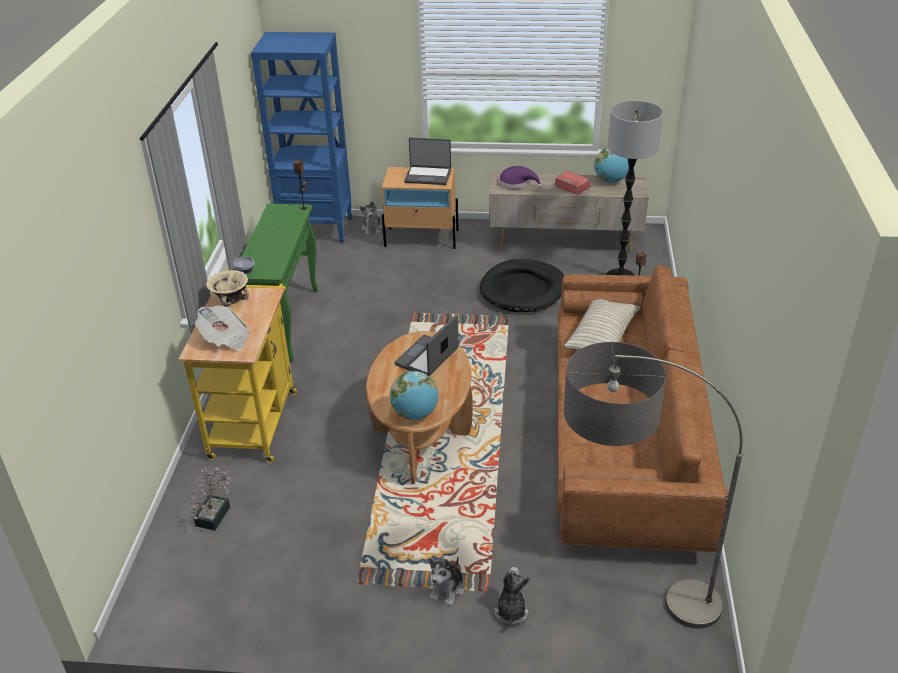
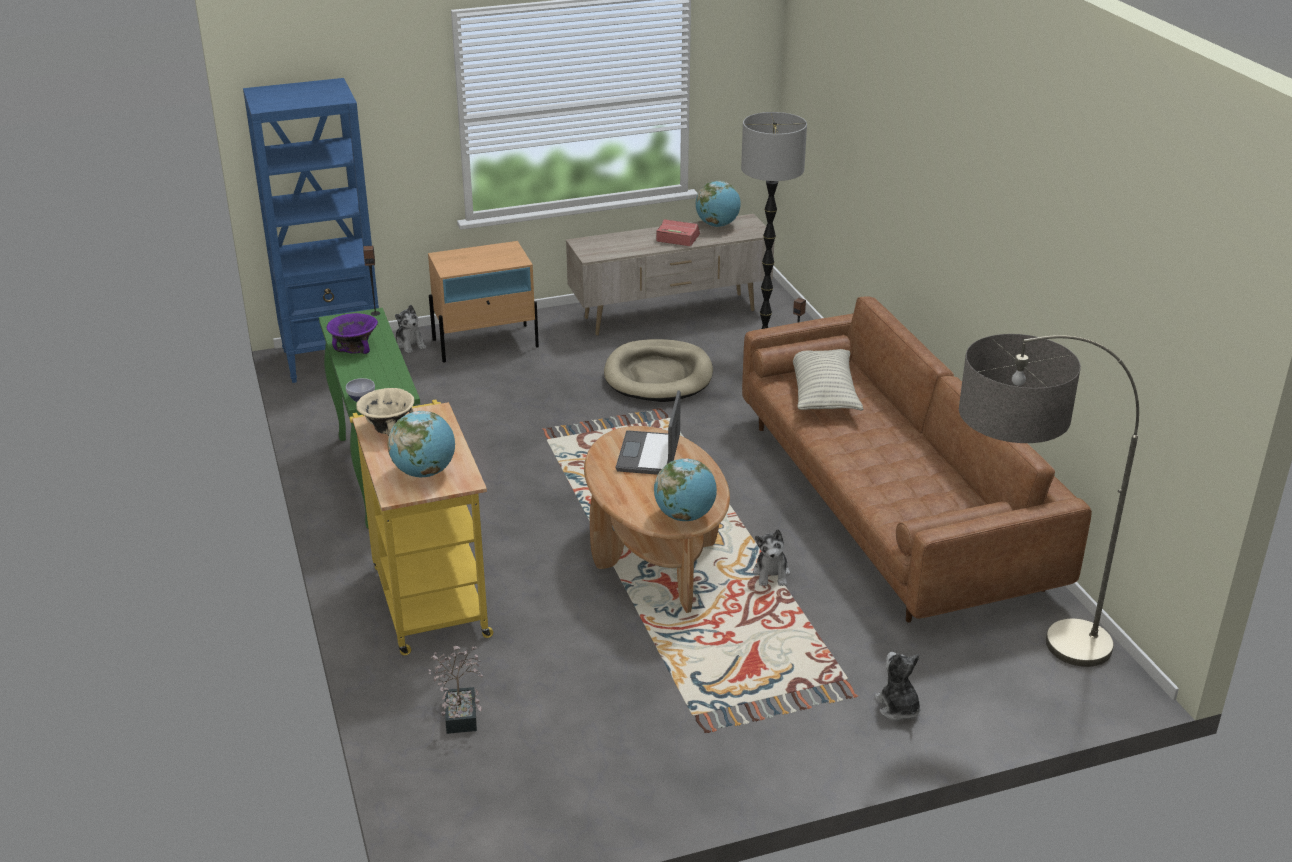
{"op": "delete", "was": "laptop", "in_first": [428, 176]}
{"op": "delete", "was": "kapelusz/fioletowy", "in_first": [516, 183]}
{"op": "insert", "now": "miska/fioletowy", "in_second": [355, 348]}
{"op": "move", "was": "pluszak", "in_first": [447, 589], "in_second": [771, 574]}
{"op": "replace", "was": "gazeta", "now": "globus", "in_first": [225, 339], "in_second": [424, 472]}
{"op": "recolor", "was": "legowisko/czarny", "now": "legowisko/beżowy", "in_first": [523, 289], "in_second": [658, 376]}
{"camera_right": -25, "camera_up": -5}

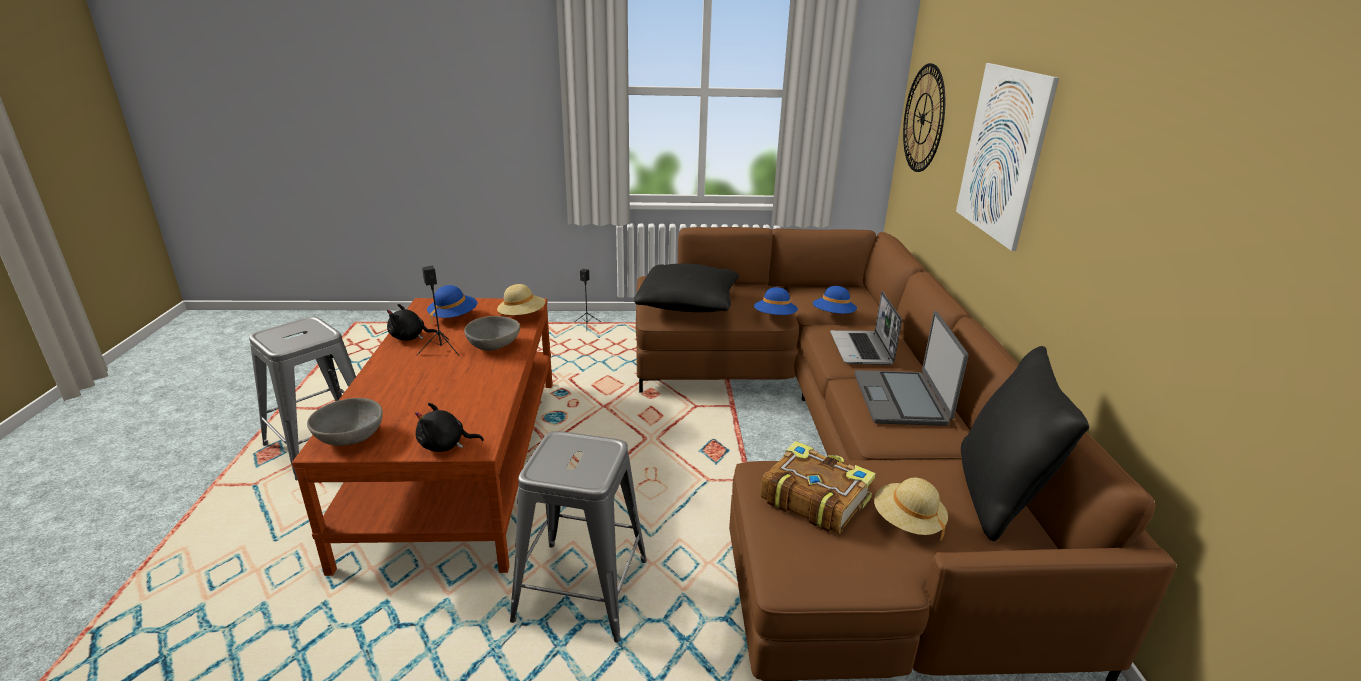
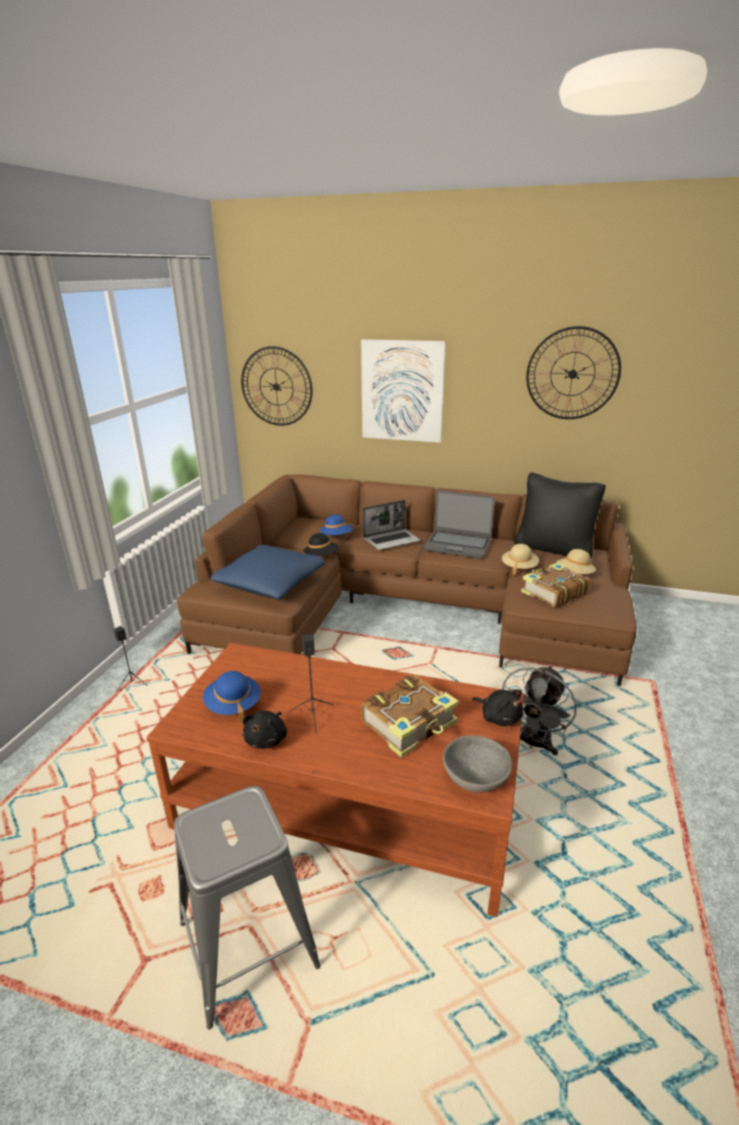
{"op": "delete", "was": "miska/szary", "in_first": [493, 346]}
{"op": "insert", "now": "książka", "in_second": [410, 723]}
{"op": "insert", "now": "zegar ścienny", "in_second": [572, 374]}
{"op": "move", "was": "kapelusz/beżowy", "in_first": [522, 316], "in_second": [519, 567]}
{"op": "replace", "was": "stołek/szary", "now": "wentylator/szary", "in_first": [581, 590], "in_second": [532, 743]}
{"op": "recolor", "was": "poduszka/czarny", "now": "poduszka/niebieski", "in_first": [688, 304], "in_second": [271, 584]}
{"op": "recolor", "was": "kapelusz/niebieski", "now": "kapelusz/czarny", "in_first": [774, 317], "in_second": [321, 557]}
{"op": "rotate", "was": "pluszak/czarny", "in_first": [445, 445], "in_second": [499, 717], "clockwise": -60}
{"op": "rotate", "was": "laptop", "in_first": [862, 349], "in_second": [391, 540], "clockwise": -45}
{"camera_right": -70, "camera_up": 0}

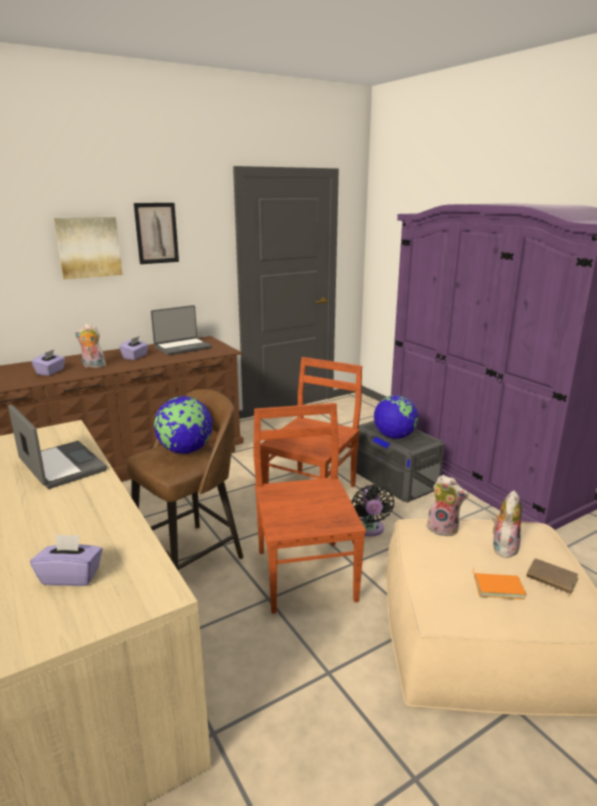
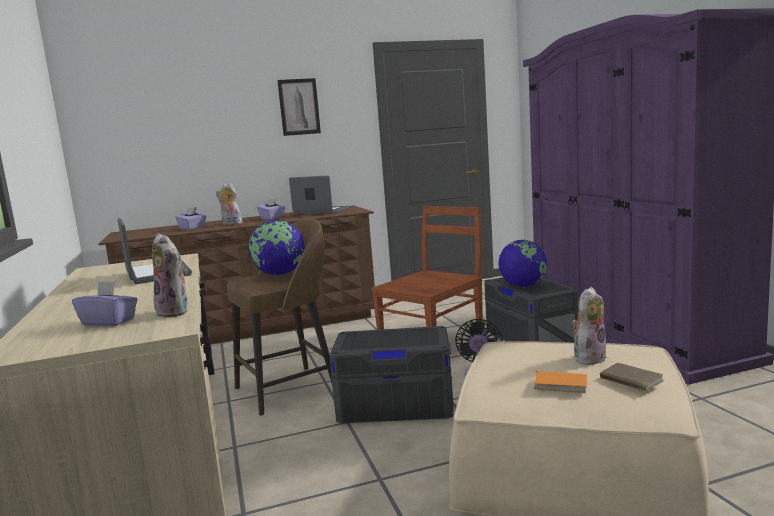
{"op": "delete", "was": "obraz", "in_first": [88, 247]}
{"op": "move", "was": "pluszak", "in_first": [444, 529], "in_second": [176, 312]}
{"op": "replace", "was": "krzesło/brązowy", "now": "pojemnik do przechowywania/szary", "in_first": [305, 572], "in_second": [395, 404]}
{"op": "rotate", "was": "laptop", "in_first": [182, 347], "in_second": [320, 212], "clockwise": -135}
{"camera_right": 15, "camera_up": -10}

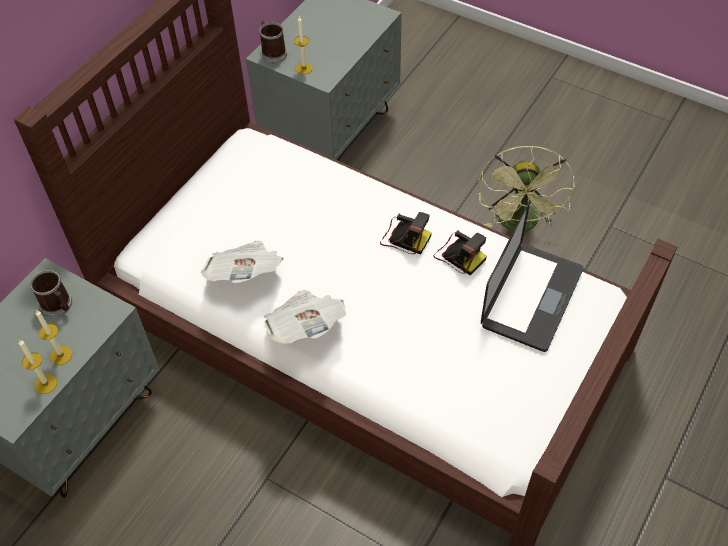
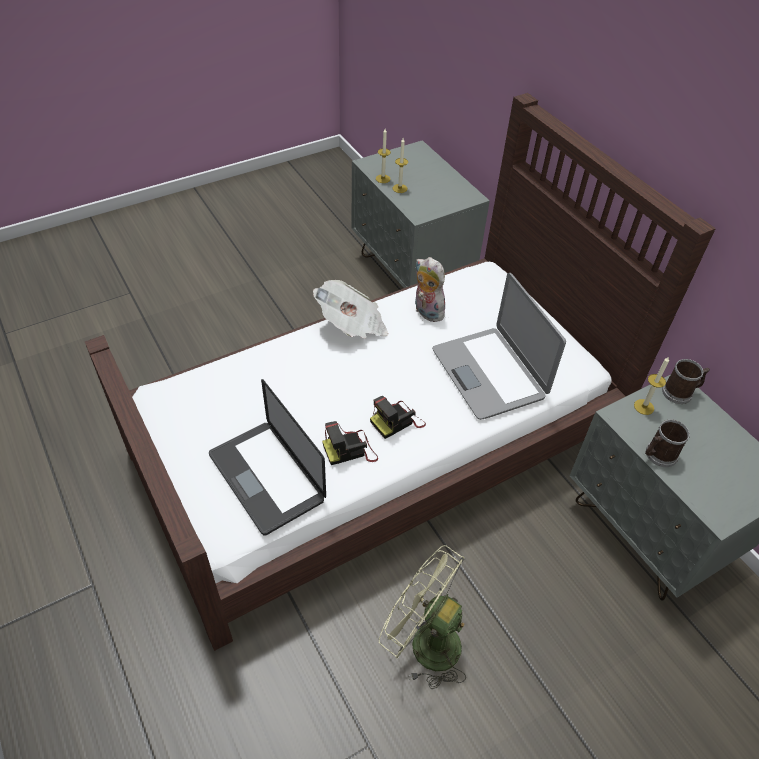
{"op": "insert", "now": "laptop", "in_second": [489, 373]}
{"op": "move", "was": "kubek", "in_first": [58, 306], "in_second": [658, 455]}
{"op": "replace", "was": "gazeta", "now": "pluszak", "in_first": [246, 274], "in_second": [426, 312]}
{"camera_right": 115, "camera_up": -5}

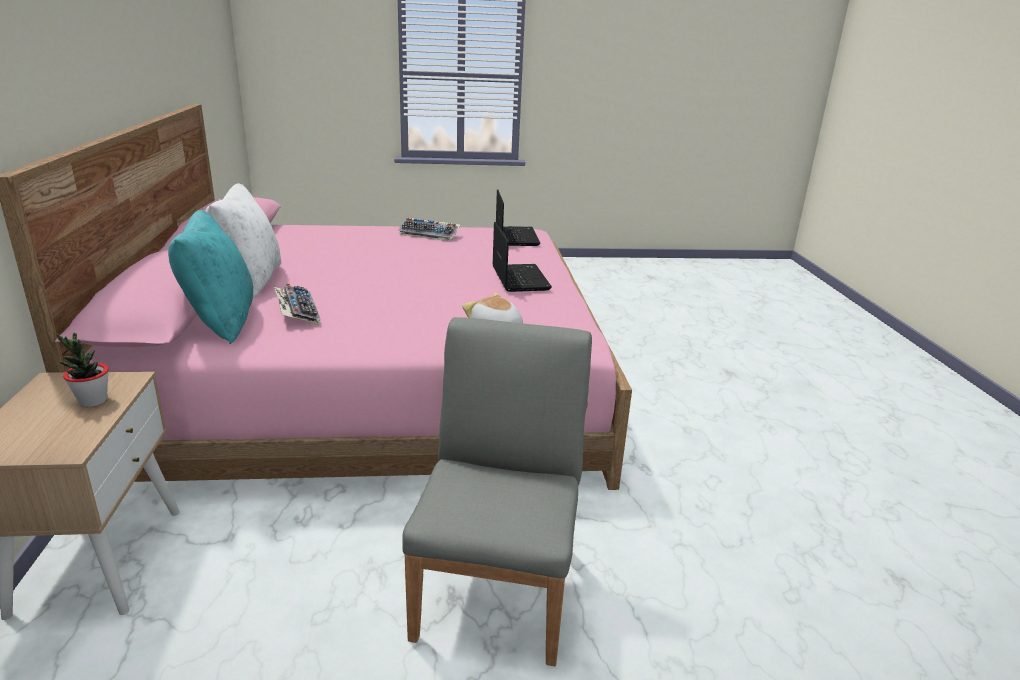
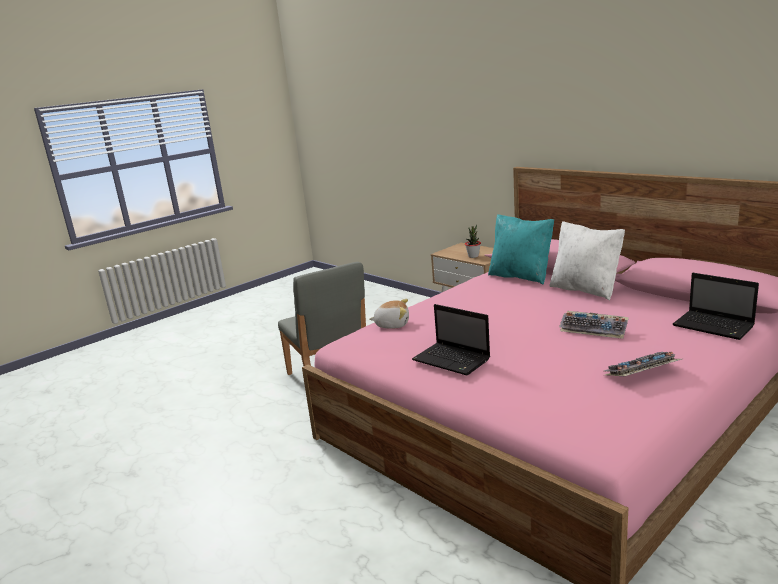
{"op": "move", "was": "klawiatura", "in_first": [296, 311], "in_second": [595, 329]}
{"op": "move", "was": "laptop", "in_first": [515, 237], "in_second": [715, 326]}
{"camera_right": 145, "camera_up": -5}

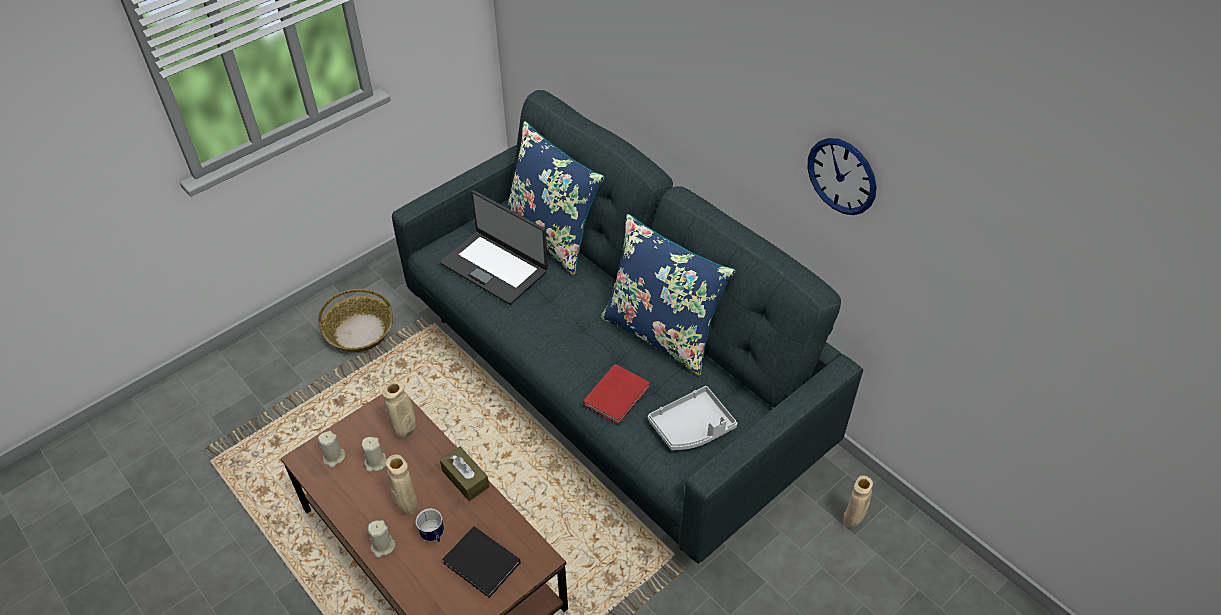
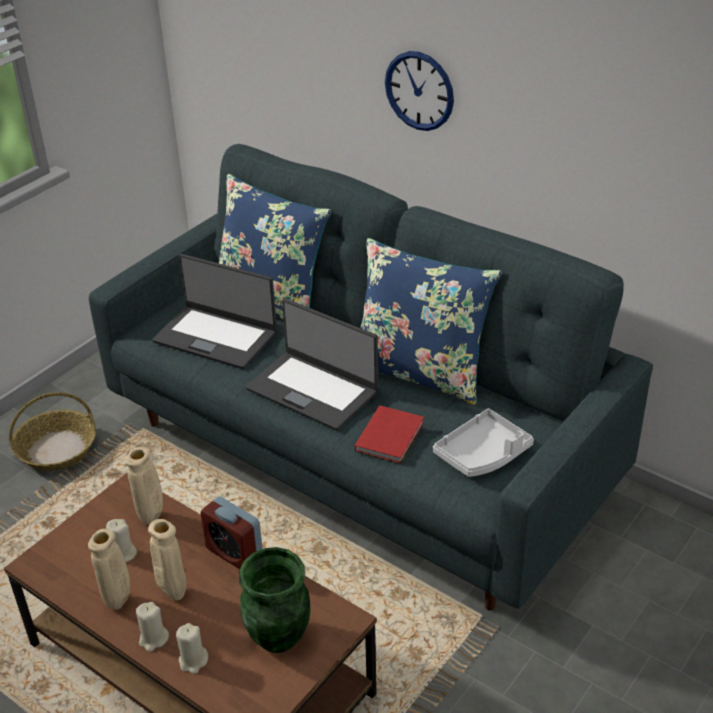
{"op": "delete", "was": "kubek", "in_first": [434, 536]}
{"op": "insert", "now": "laptop", "in_second": [313, 389]}
{"op": "move", "was": "świeca/beżowy", "in_first": [334, 457], "in_second": [193, 661]}
{"op": "move", "was": "zegar ścienny", "in_first": [842, 176], "in_second": [419, 91]}
{"op": "move", "was": "wazon/beżowy", "in_first": [852, 522], "in_second": [119, 603]}
{"op": "replace", "was": "pudełko chusteczek/brązowy", "now": "budzik", "in_first": [465, 479], "in_second": [234, 553]}
{"op": "replace", "was": "książka/czarny", "now": "wazon/zielony", "in_first": [482, 564], "in_second": [279, 637]}
{"camera_right": -10, "camera_up": -10}

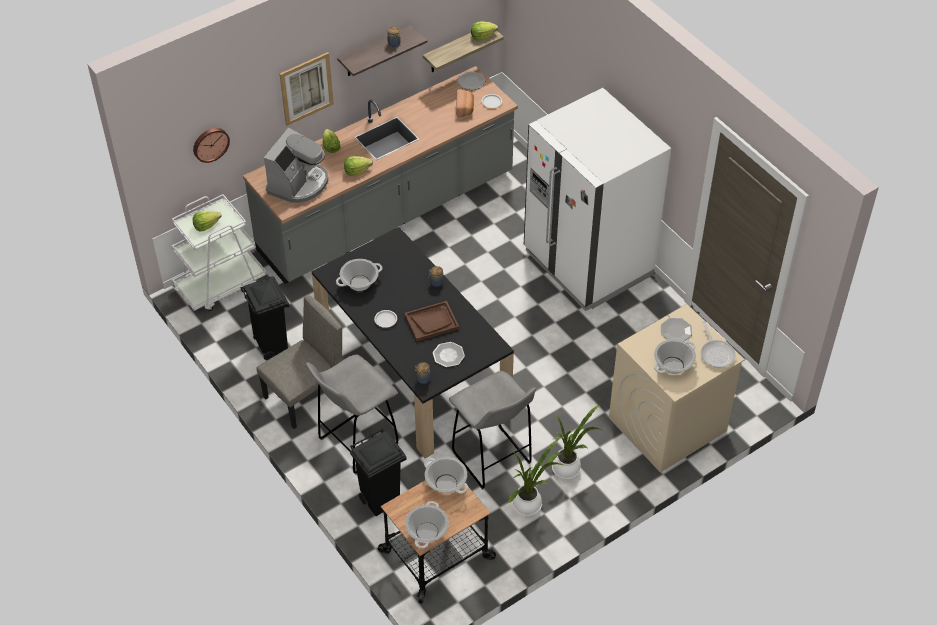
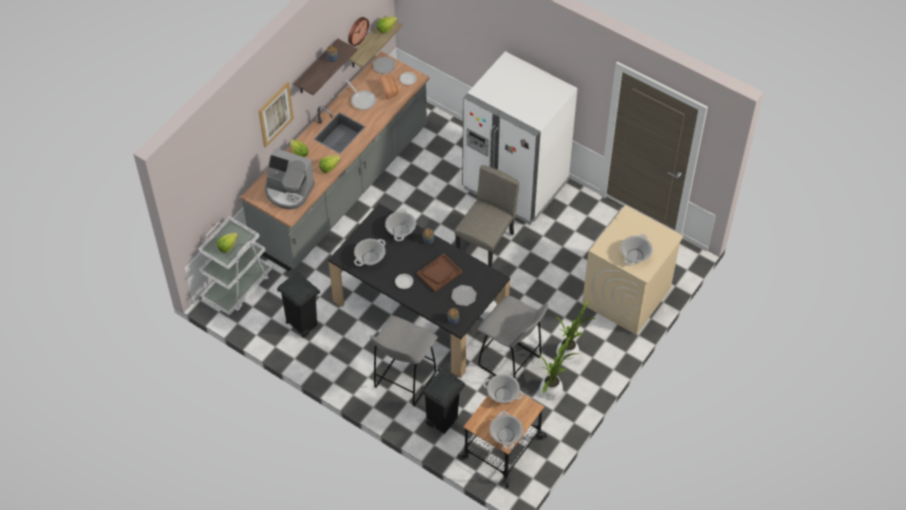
{"op": "delete", "was": "talerz", "in_first": [676, 331]}
{"op": "insert", "now": "garnek", "in_second": [401, 230]}
{"op": "move", "was": "zegar ścienny", "in_first": [210, 144], "in_second": [357, 30]}
{"op": "move", "was": "krzesło/beżowy", "in_first": [304, 397], "in_second": [485, 242]}
{"op": "move", "was": "patelnia", "in_first": [716, 353], "in_second": [362, 100]}
{"op": "rotate", "was": "ekspres do kawy", "in_first": [298, 183], "in_second": [288, 191], "clockwise": 105}
{"camera_right": -20, "camera_up": 5}

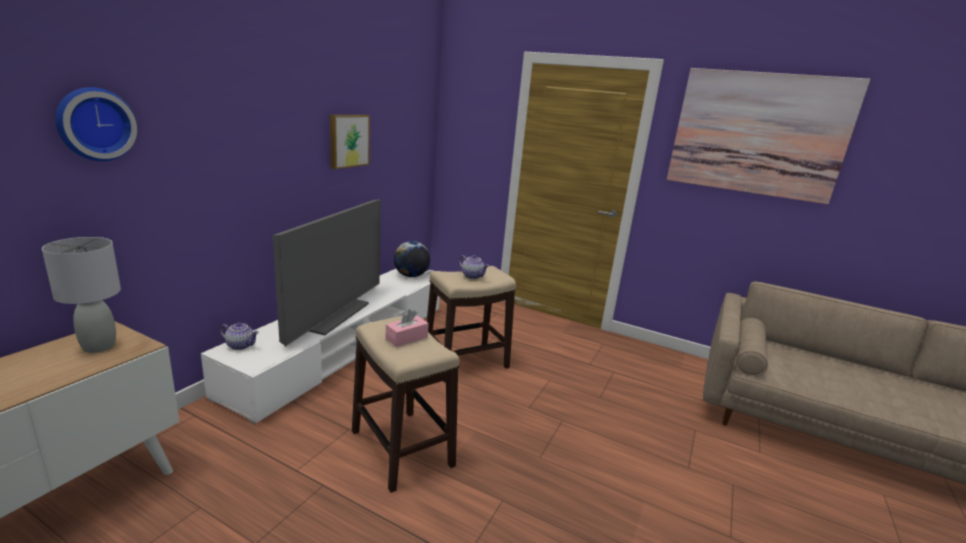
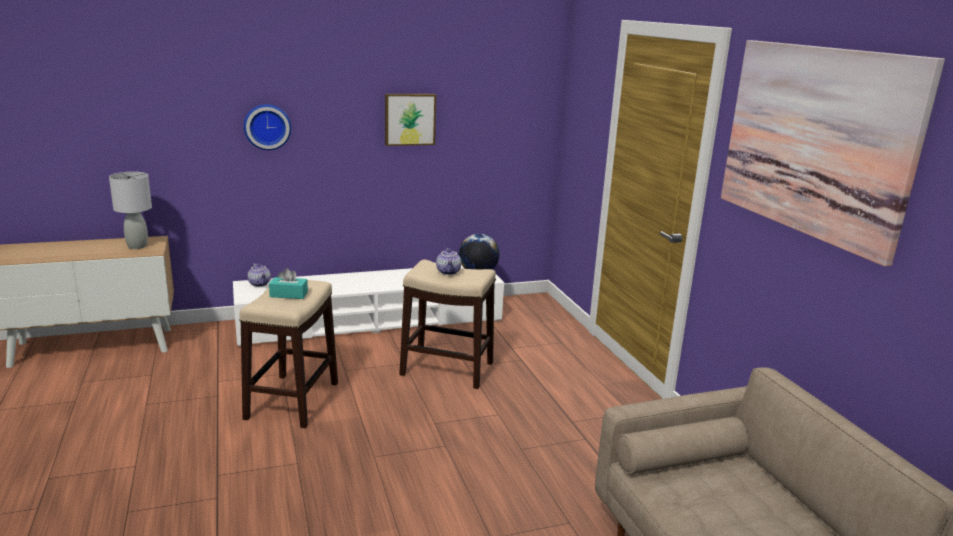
{"op": "delete", "was": "telewizor", "in_first": [332, 314]}
{"op": "move", "was": "zegar ścienny", "in_first": [94, 124], "in_second": [267, 126]}
{"op": "recolor", "was": "pudełko chusteczek/różowy", "now": "pudełko chusteczek/turkusowy", "in_first": [406, 338], "in_second": [288, 294]}
{"camera_right": 45, "camera_up": 0}

